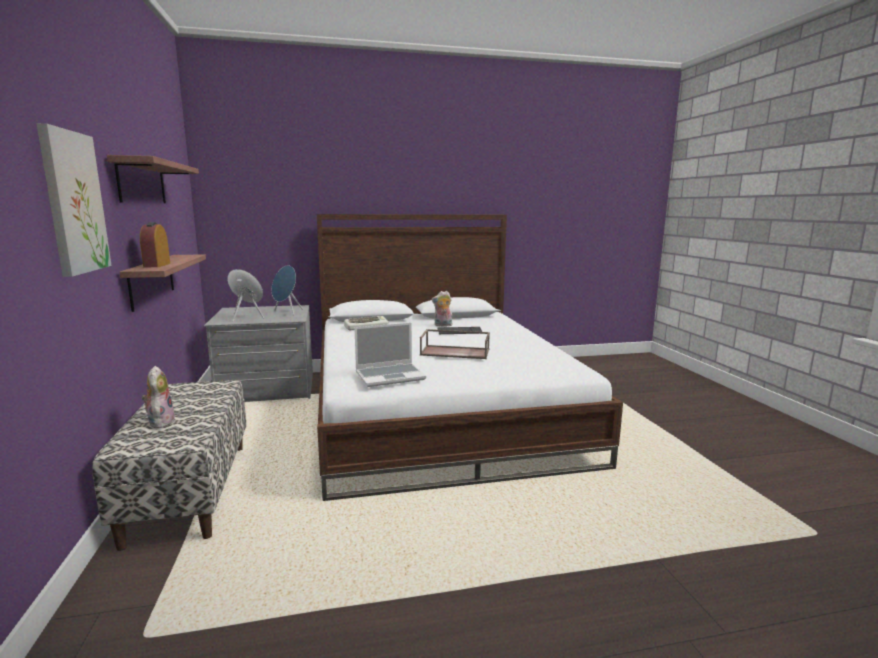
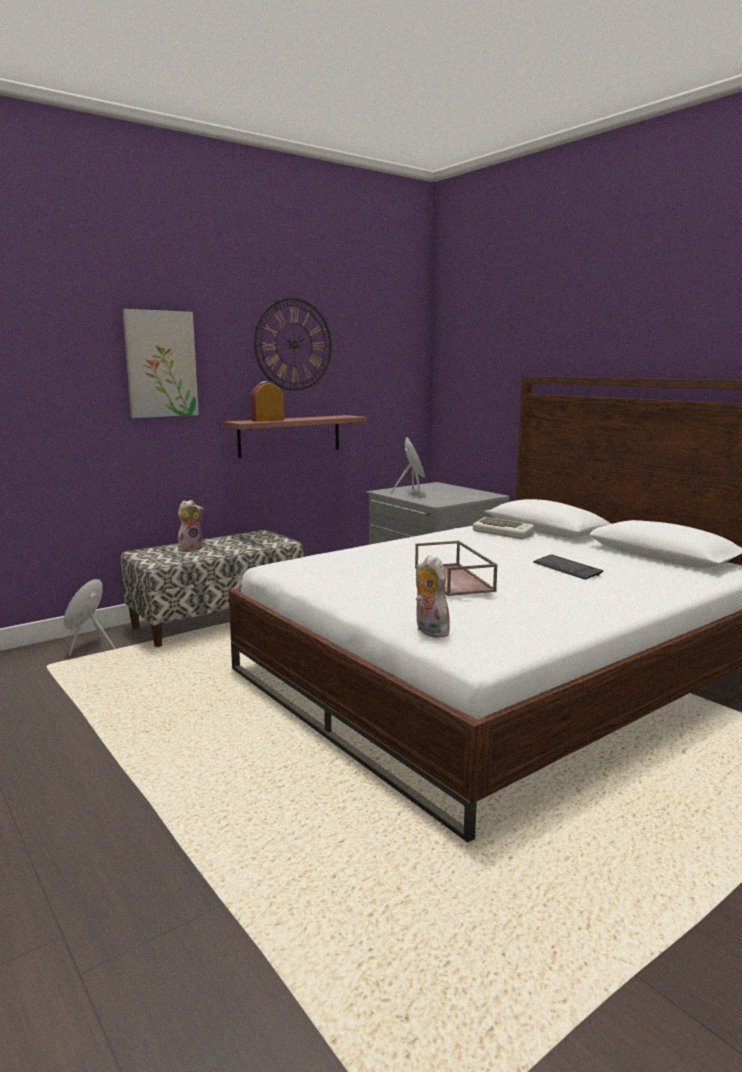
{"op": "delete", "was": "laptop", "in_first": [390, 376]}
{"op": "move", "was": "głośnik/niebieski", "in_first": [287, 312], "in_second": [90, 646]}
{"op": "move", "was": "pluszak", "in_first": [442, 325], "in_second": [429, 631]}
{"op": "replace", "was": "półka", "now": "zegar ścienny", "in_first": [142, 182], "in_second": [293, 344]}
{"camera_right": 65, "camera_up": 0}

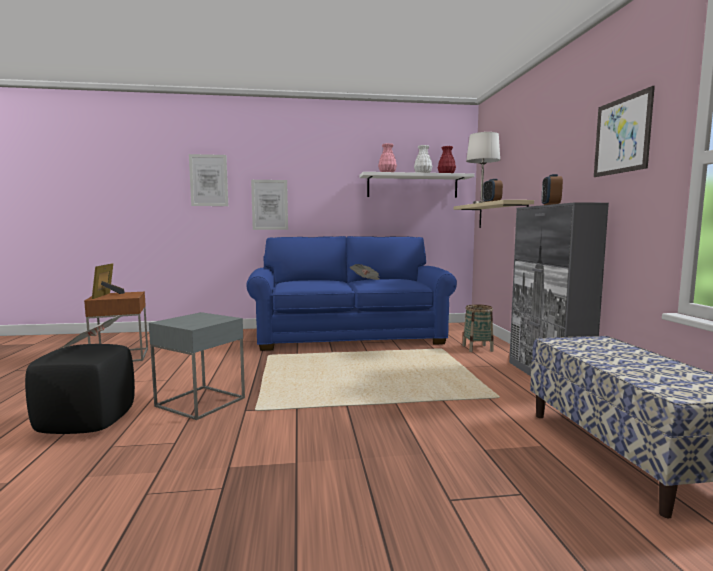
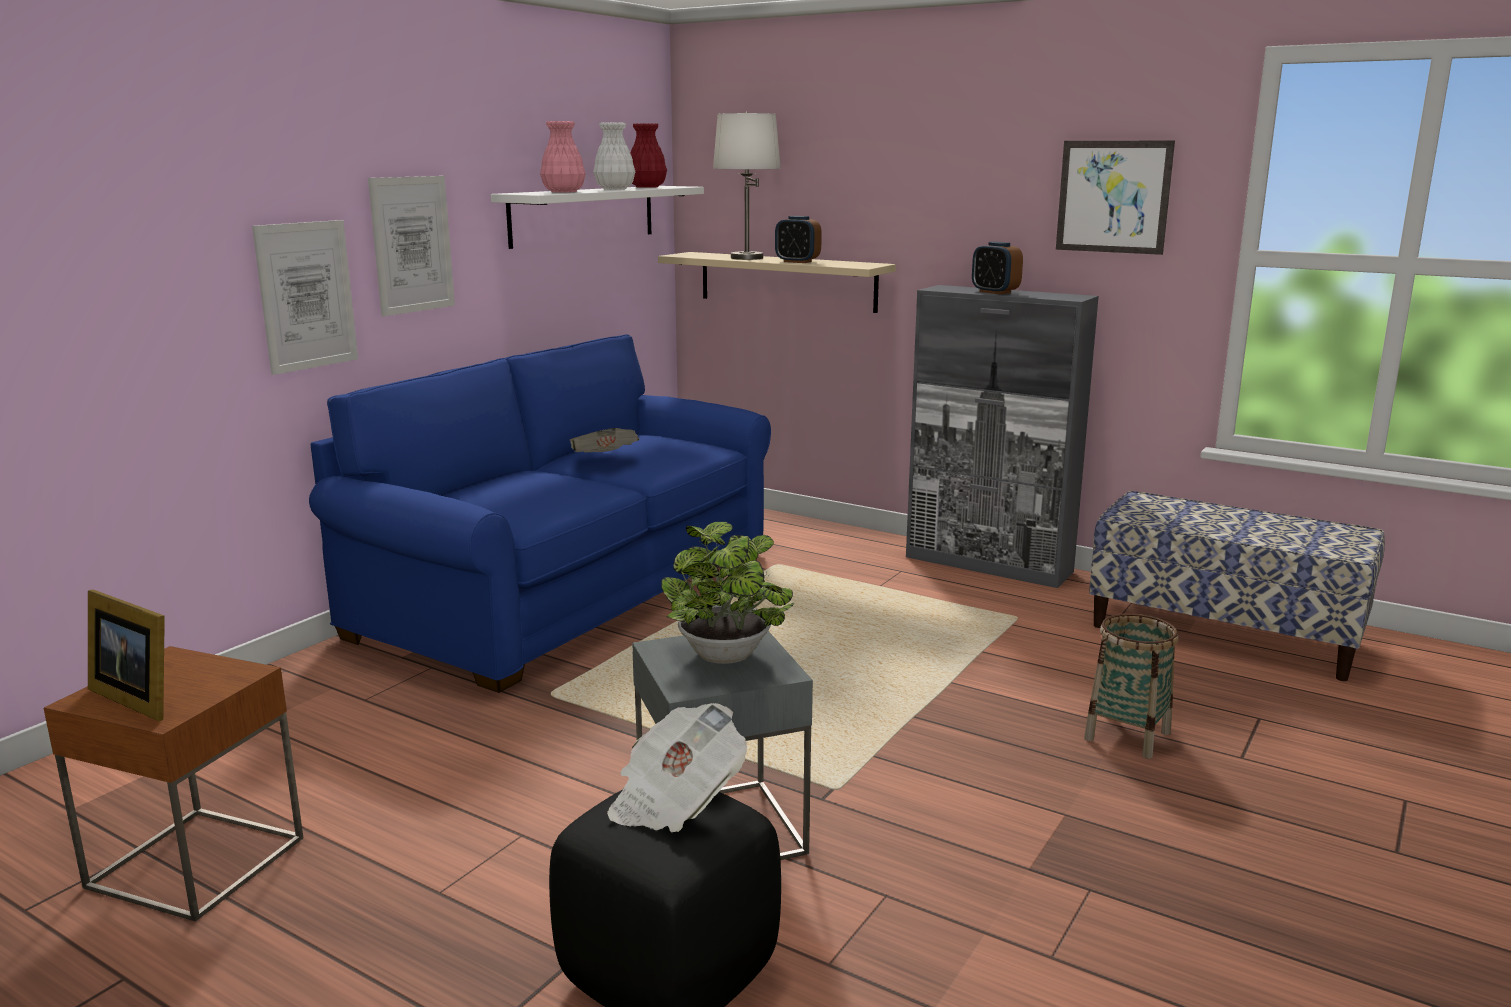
{"op": "insert", "now": "roślina doniczkowa", "in_second": [727, 658]}
{"op": "move", "was": "obraz", "in_first": [209, 180], "in_second": [412, 244]}
{"op": "move", "was": "koszyk", "in_first": [477, 348], "in_second": [1127, 736]}
{"camera_right": -50, "camera_up": 10}

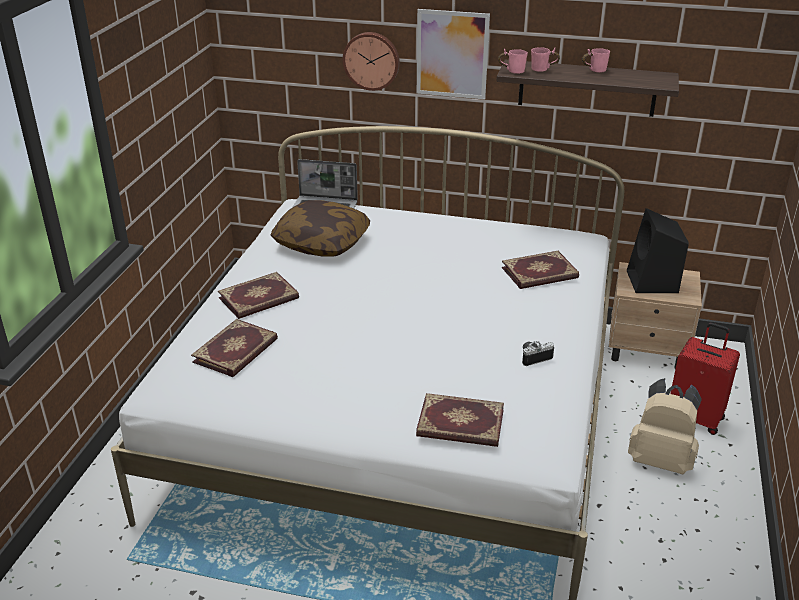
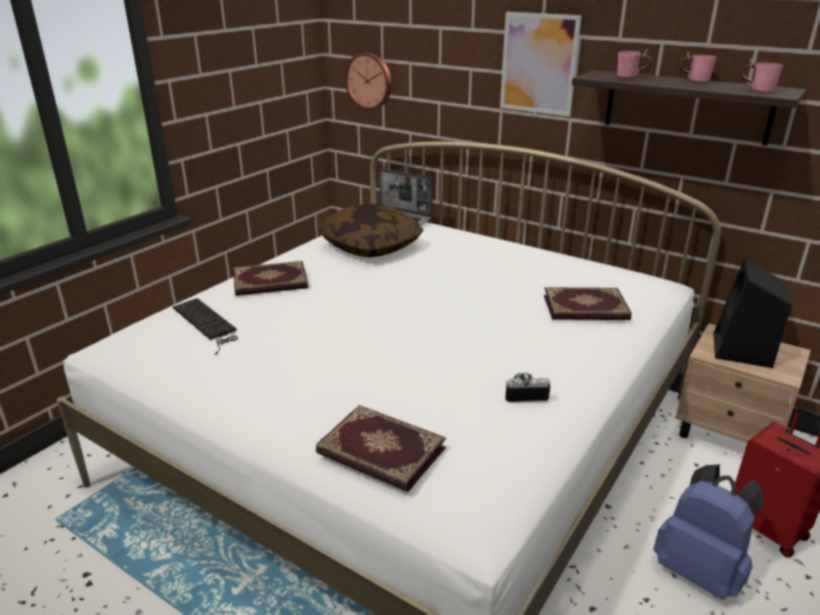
{"op": "move", "was": "zegar ścienny", "in_first": [372, 60], "in_second": [370, 81]}
{"op": "move", "was": "kubek/różowy", "in_first": [512, 71], "in_second": [757, 90]}
{"op": "replace", "was": "książka", "now": "klawiatura", "in_first": [236, 351], "in_second": [207, 324]}
{"op": "recolor", "was": "plecak/beżowy", "now": "plecak/niebieski", "in_first": [660, 460], "in_second": [700, 571]}
{"camera_right": 20, "camera_up": -5}

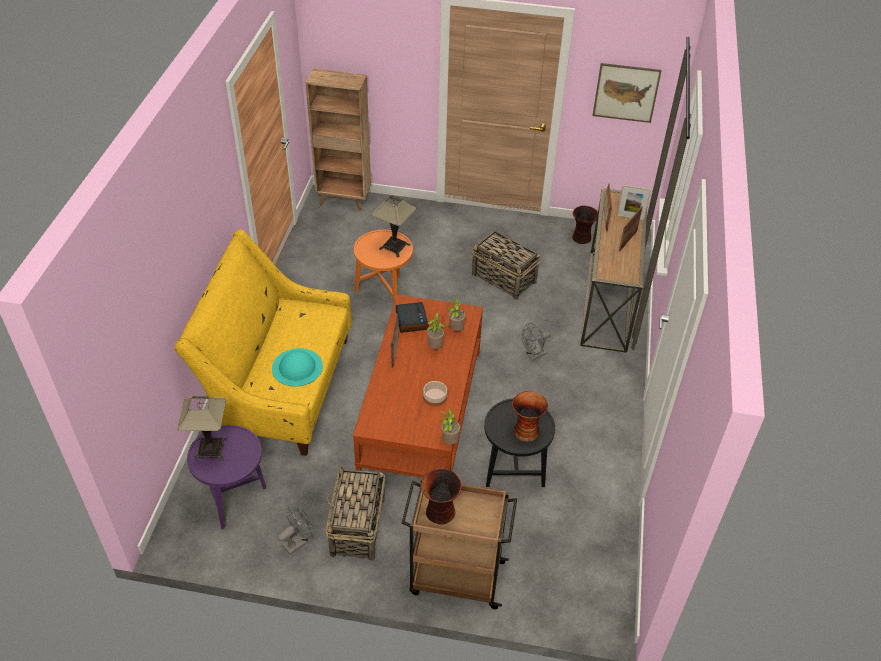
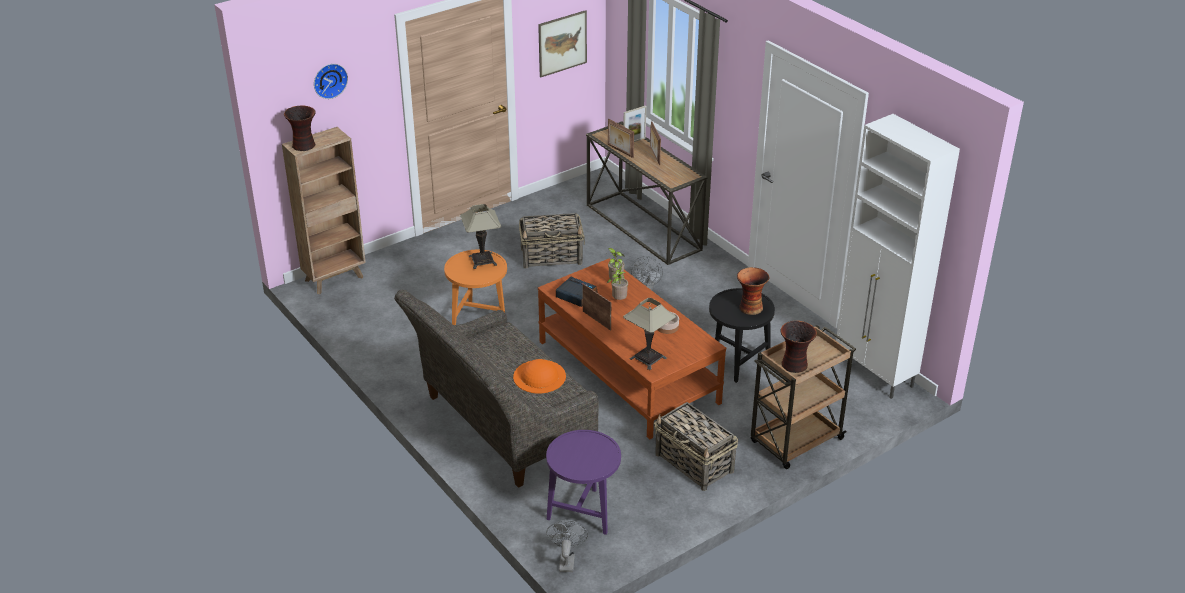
{"op": "delete", "was": "roślina doniczkowa", "in_first": [449, 441]}
{"op": "insert", "now": "zegar ścienny", "in_second": [329, 80]}
{"op": "insert", "now": "szafka/biały", "in_second": [875, 374]}
{"op": "move", "was": "lampa stołowa", "in_first": [211, 449], "in_second": [648, 358]}
{"op": "move", "was": "wentylator/szary", "in_first": [298, 542], "in_second": [566, 560]}
{"op": "move", "was": "wazon", "in_first": [582, 238], "in_second": [304, 145]}
{"op": "recolor", "was": "kanapa/żółty", "now": "kanapa/szary", "in_first": [279, 387], "in_second": [500, 427]}
{"op": "recolor", "was": "kapelusz/turkusowy", "now": "kapelusz/pomarańczowy", "in_first": [297, 367], "in_second": [539, 376]}
{"camera_right": -45, "camera_up": -10}

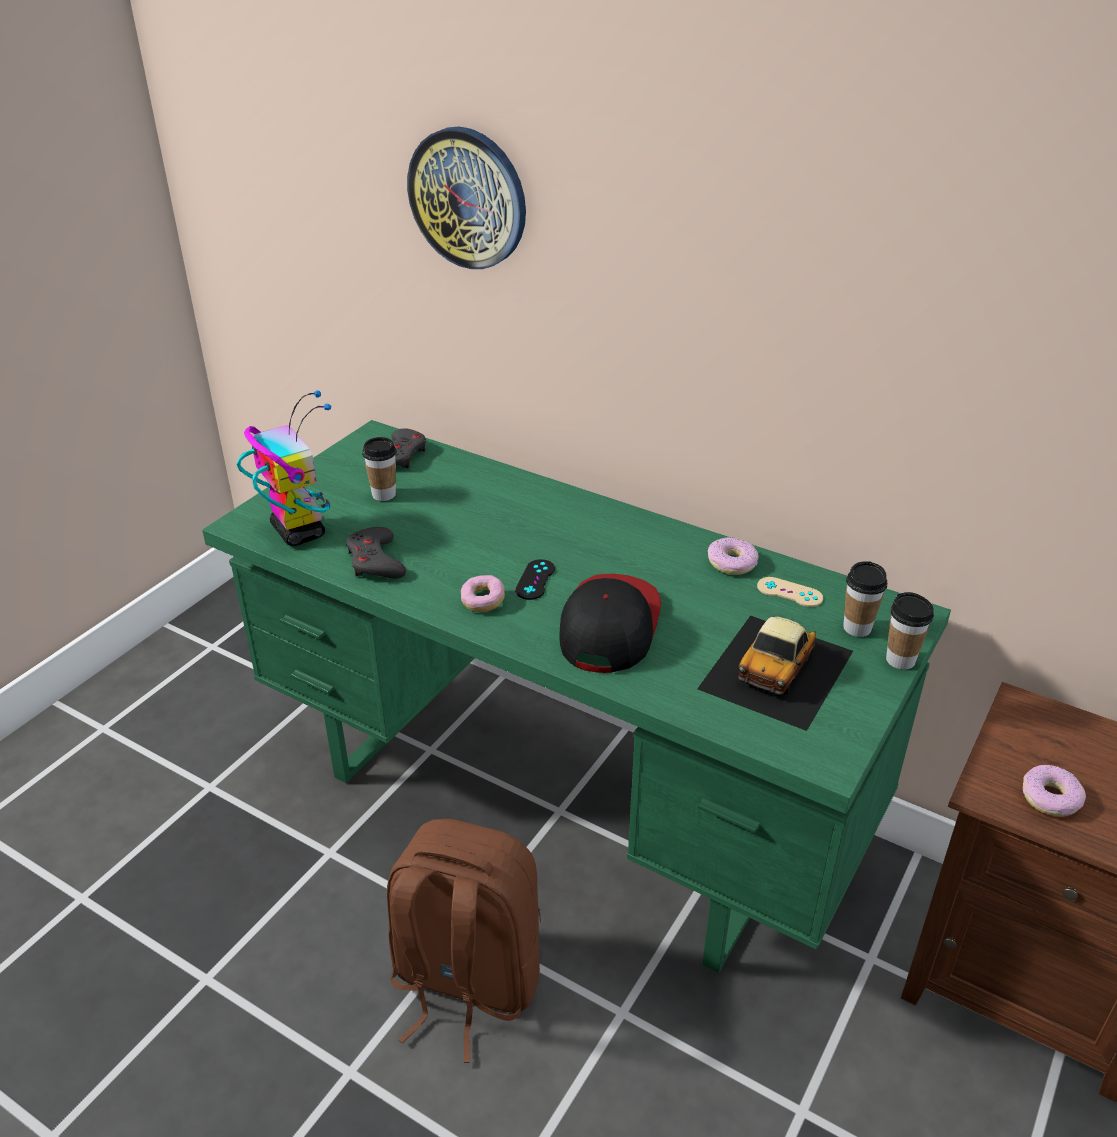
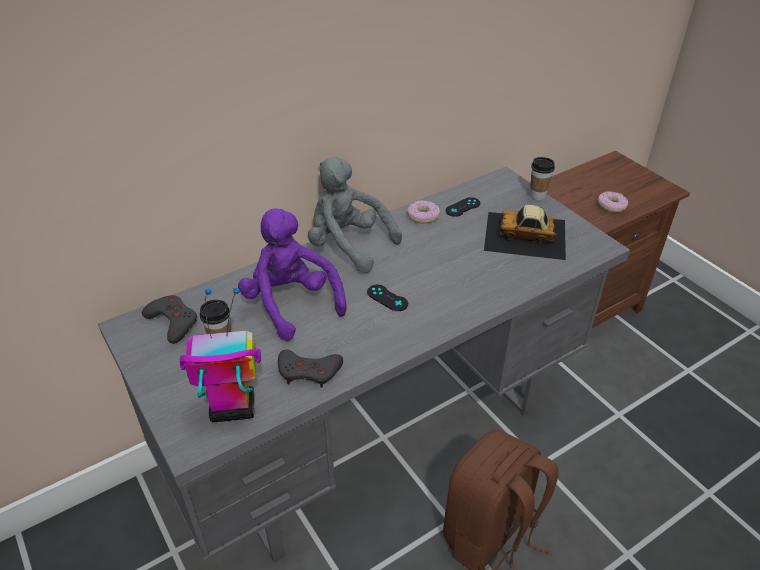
{"op": "delete", "was": "zegar ścienny", "in_first": [468, 198]}
{"op": "delete", "was": "donut", "in_first": [483, 601]}
{"op": "delete", "was": "czapka z daszkiem", "in_first": [608, 626]}
{"op": "delete", "was": "filiżanka", "in_first": [857, 628]}
{"op": "insert", "now": "pluszak/fioletowy", "in_second": [291, 303]}
{"op": "insert", "now": "pluszak/szary", "in_second": [348, 245]}
{"op": "recolor", "was": "biurko/zielony", "now": "biurko/szary", "in_first": [562, 806], "in_second": [380, 434]}
{"op": "recolor", "was": "pad do gier/beżowy", "now": "pad do gier/czarny", "in_first": [789, 592], "in_second": [463, 207]}
{"op": "rotate", "was": "samochodzik", "in_first": [777, 669], "in_second": [525, 235], "clockwise": 135}
{"camera_right": -65, "camera_up": 5}

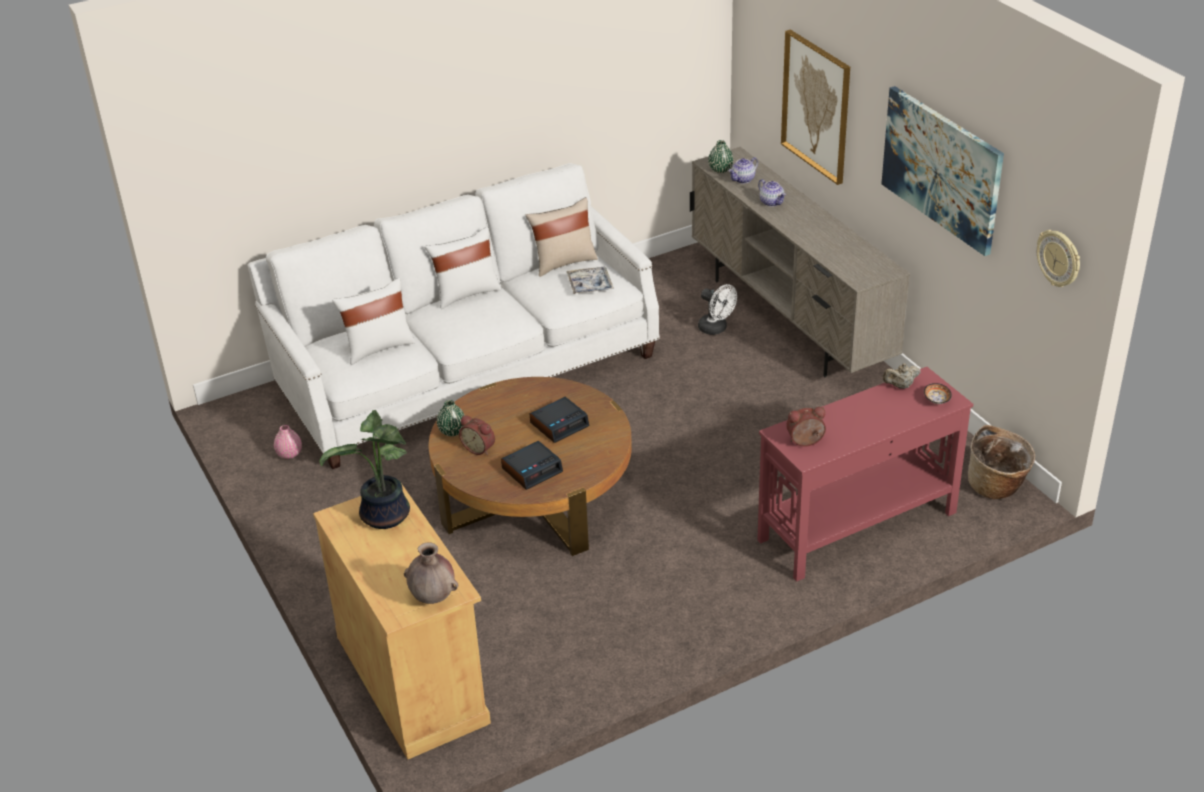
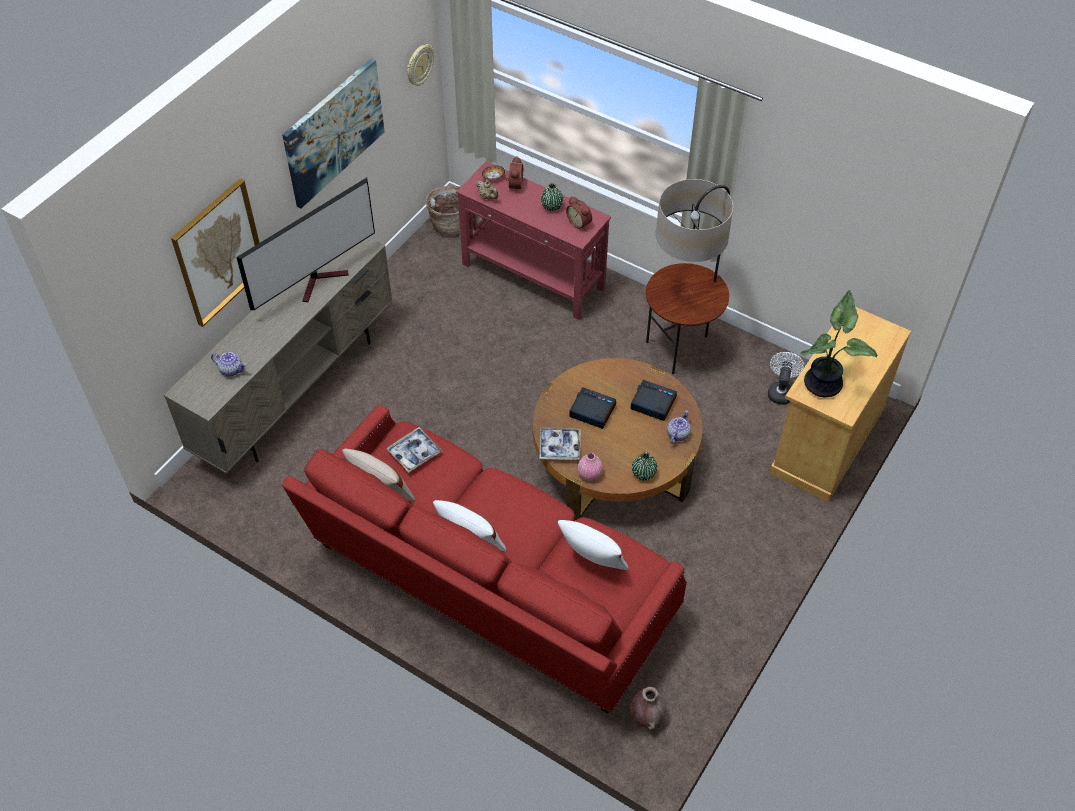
{"op": "insert", "now": "telewizor", "in_second": [321, 280]}
{"op": "insert", "now": "taca", "in_second": [559, 447]}
{"op": "insert", "now": "lampa stojąca", "in_second": [680, 348]}
{"op": "move", "was": "wazon/różowy", "in_first": [289, 454], "in_second": [589, 474]}
{"op": "move", "was": "wazon/brązowy", "in_first": [433, 598], "in_second": [646, 716]}
{"op": "move", "was": "budzik", "in_first": [479, 448], "in_second": [514, 185]}
{"op": "move", "was": "wentylator/biały", "in_first": [716, 329], "in_second": [780, 391]}
{"op": "move", "was": "wazon/zielony", "in_first": [720, 169], "in_second": [552, 206]}
{"op": "move", "was": "imbryk", "in_first": [772, 202], "in_second": [677, 434]}
{"op": "recolor", "was": "kanapa/biały", "now": "kanapa/czerwony", "in_first": [467, 372], "in_second": [489, 585]}
{"camera_right": -120, "camera_up": 15}

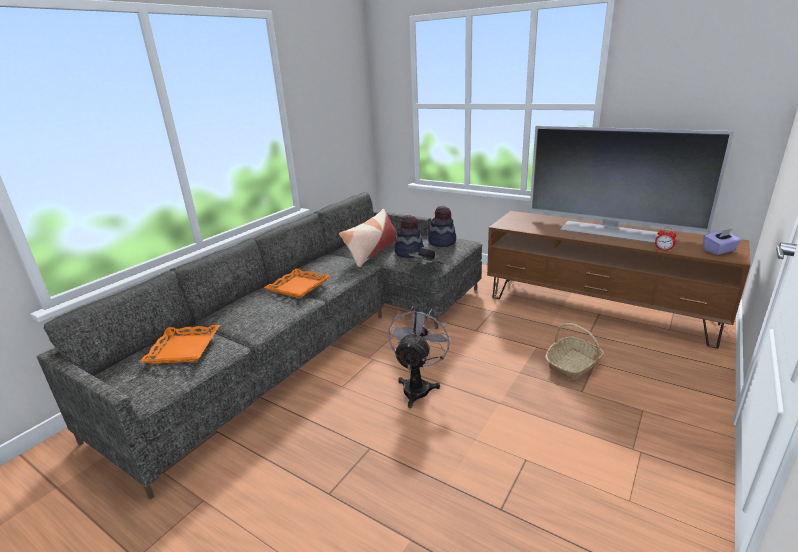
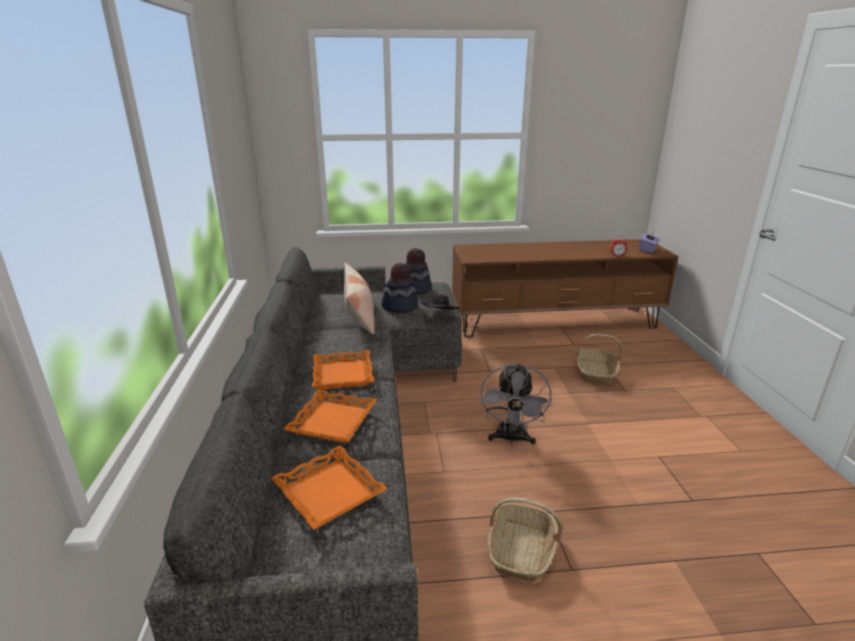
{"op": "delete", "was": "telewizor", "in_first": [611, 231]}
{"op": "insert", "now": "taca/pomarańczowy", "in_second": [332, 421]}
{"op": "insert", "now": "koszyk", "in_second": [521, 551]}
{"op": "rotate", "was": "wentylator/szary", "in_first": [418, 386], "in_second": [511, 439], "clockwise": -150}
{"camera_right": -40, "camera_up": 0}

